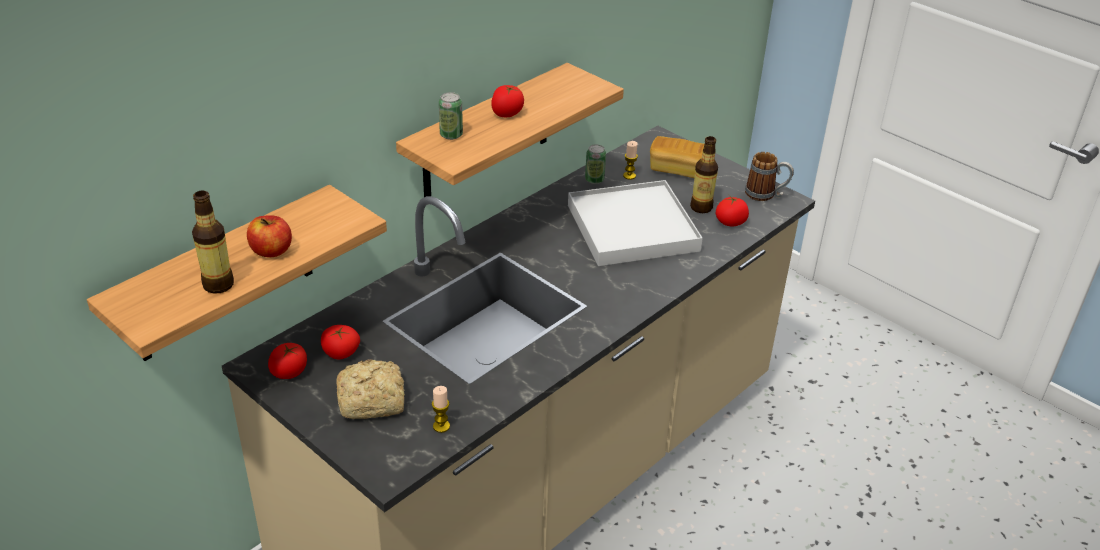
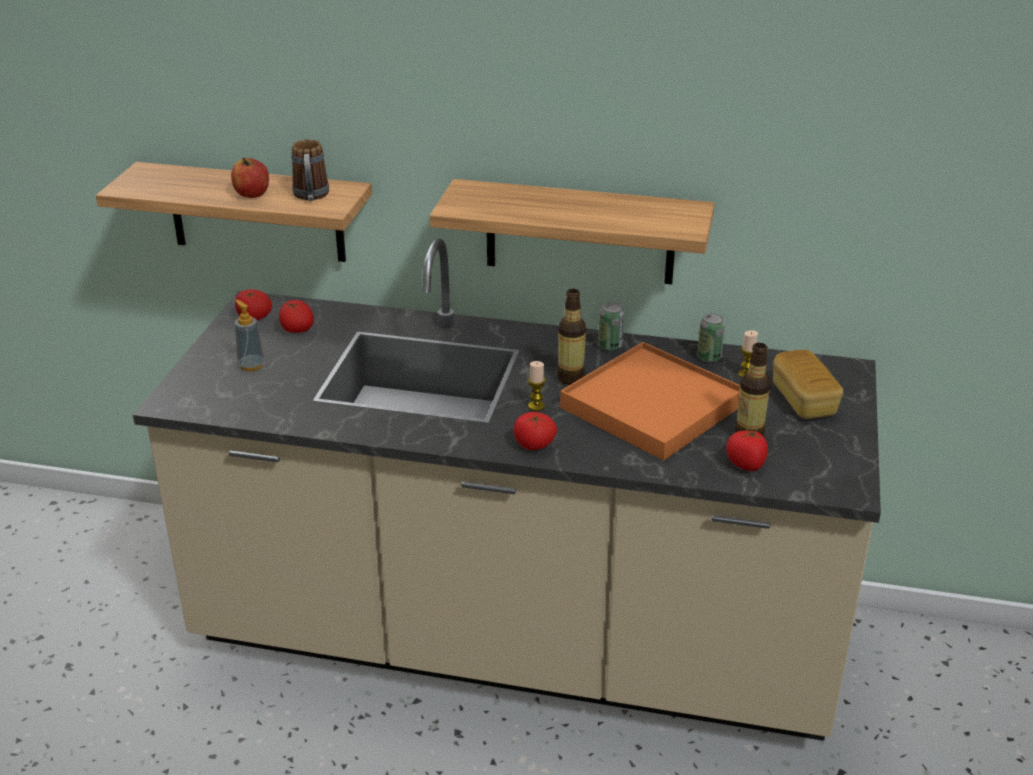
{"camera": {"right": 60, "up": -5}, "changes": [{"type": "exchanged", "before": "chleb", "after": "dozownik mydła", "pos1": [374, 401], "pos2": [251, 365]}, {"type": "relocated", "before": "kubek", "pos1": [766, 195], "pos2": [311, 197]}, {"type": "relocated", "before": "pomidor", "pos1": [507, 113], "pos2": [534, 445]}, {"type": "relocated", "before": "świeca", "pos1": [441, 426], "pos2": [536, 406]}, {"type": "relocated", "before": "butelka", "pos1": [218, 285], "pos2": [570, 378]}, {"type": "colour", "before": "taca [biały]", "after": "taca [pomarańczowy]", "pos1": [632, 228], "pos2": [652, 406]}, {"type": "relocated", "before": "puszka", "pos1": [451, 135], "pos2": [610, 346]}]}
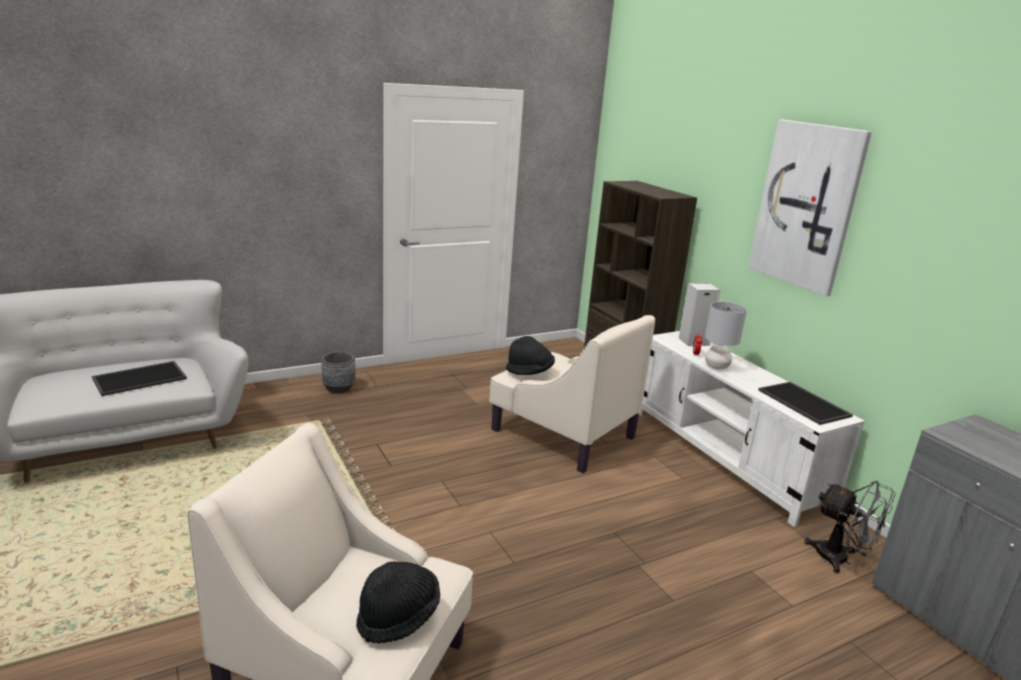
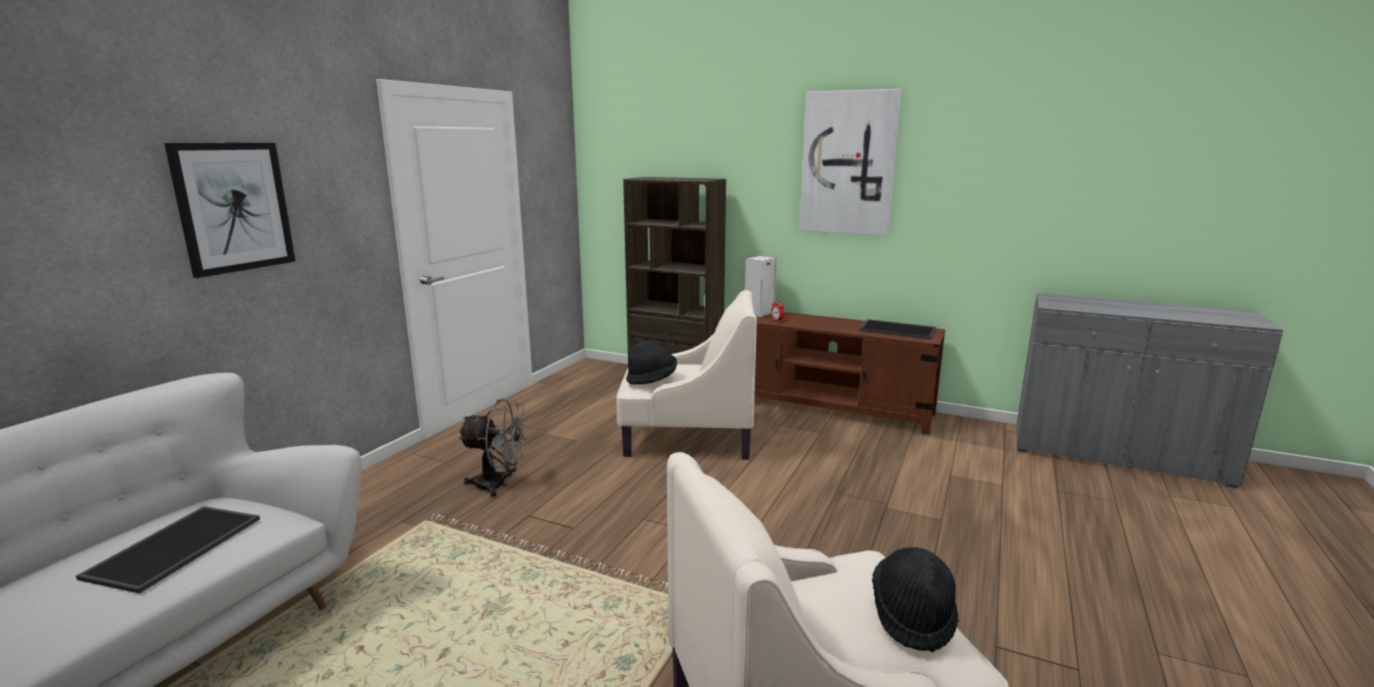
{"camera": {"right": -35, "up": -5}, "changes": [{"type": "appeared", "after": "obraz", "pos2": [233, 207]}, {"type": "relocated", "before": "wentylator [szary]", "pos1": [840, 560], "pos2": [498, 485]}, {"type": "colour", "before": "szafka pod telewizor [biały]", "after": "szafka pod telewizor [brązowy]", "pos1": [725, 457], "pos2": [824, 407]}, {"type": "missing", "before": "donica [szary]", "pos1": [339, 388]}, {"type": "missing", "before": "lampa stołowa [szary]", "pos1": [716, 366]}]}
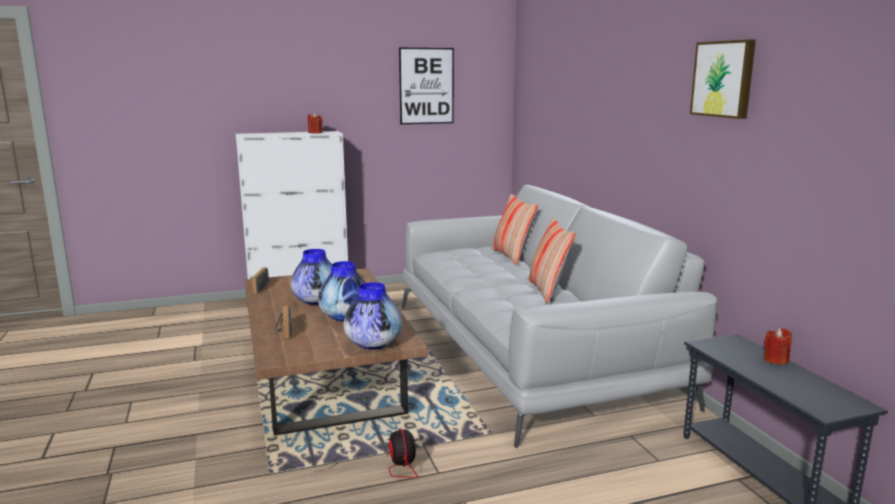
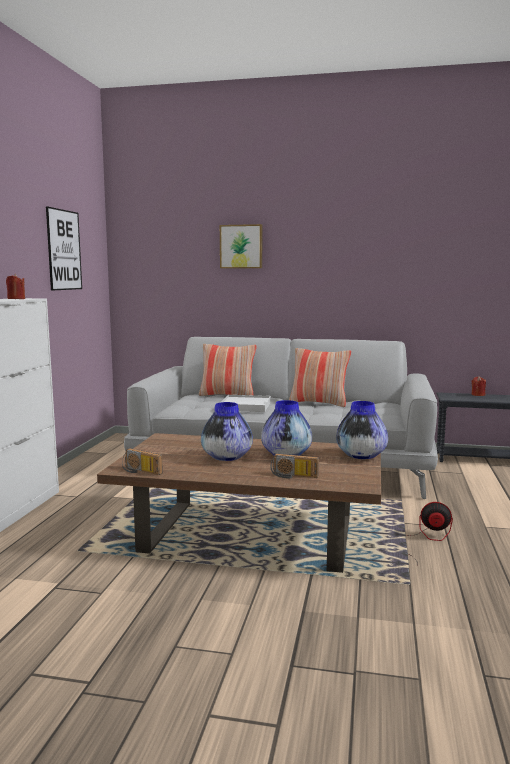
{"camera": {"right": -60, "up": -5}, "changes": [{"type": "relocated", "before": "obraz", "pos1": [724, 79], "pos2": [241, 246]}, {"type": "appeared", "after": "taca [biały]", "pos2": [245, 406]}]}
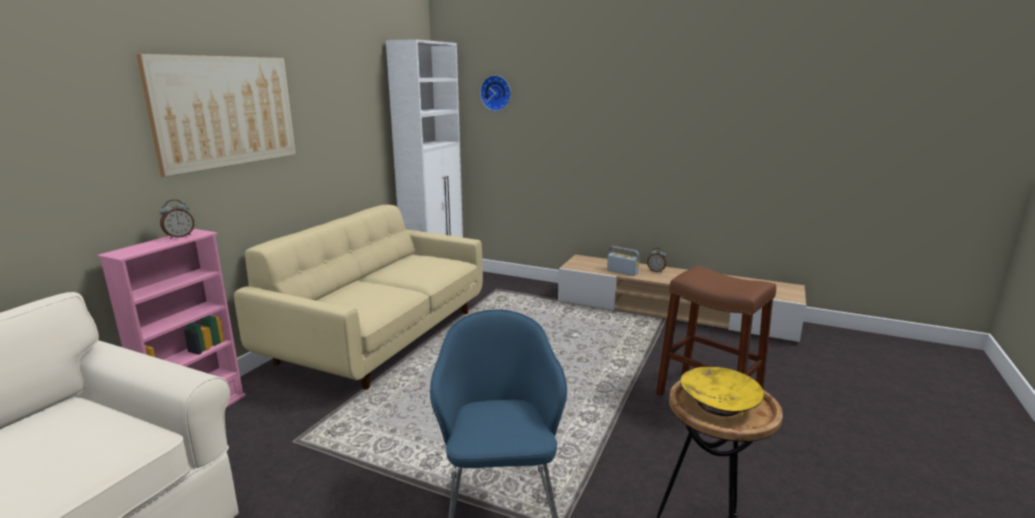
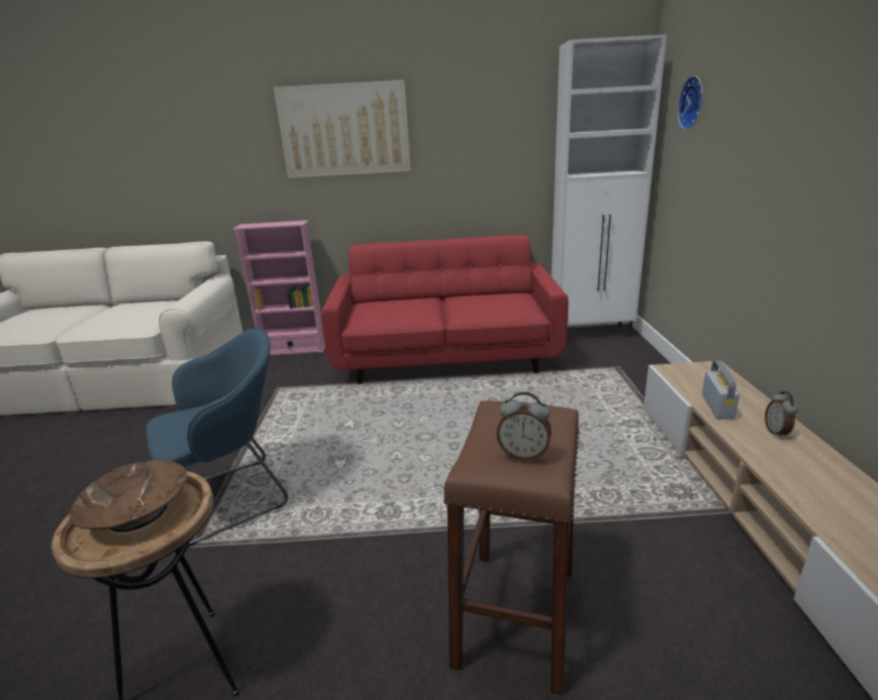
{"camera": {"right": 65, "up": 5}, "changes": [{"type": "colour", "before": "miska [żółty]", "after": "miska [brązowy]", "pos1": [718, 404], "pos2": [138, 512]}, {"type": "colour", "before": "kanapa [beżowy]", "after": "kanapa [czerwony]", "pos1": [381, 336], "pos2": [446, 357]}, {"type": "relocated", "before": "budzik", "pos1": [179, 236], "pos2": [523, 454]}]}
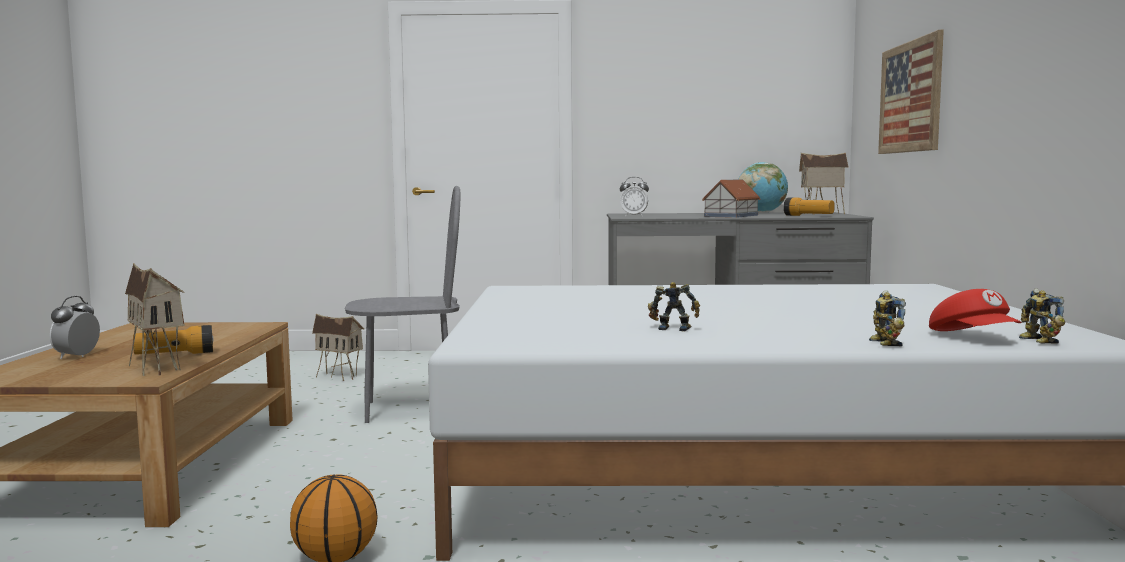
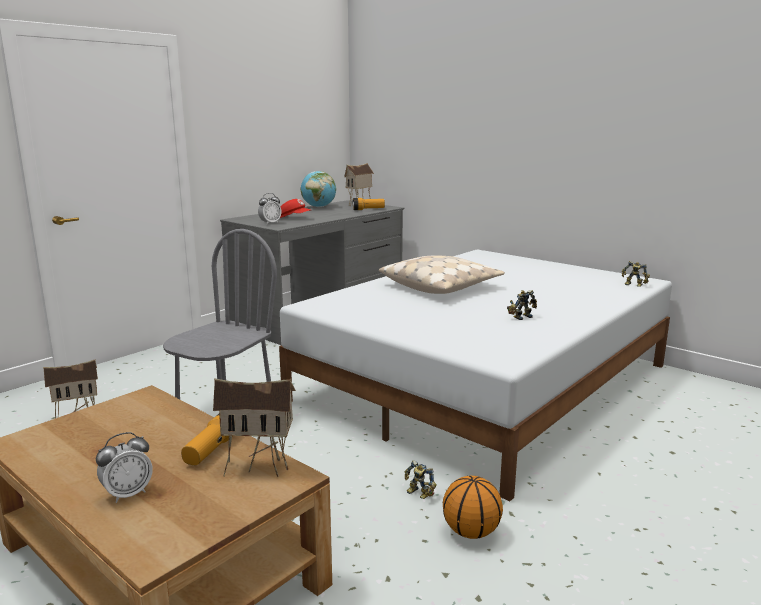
{"camera": {"right": -50, "up": 10}, "changes": [{"type": "spun", "before": "budzik", "pos1": [77, 356], "pos2": [128, 494], "turn": -90}, {"type": "relocated", "before": "czapka z daszkiem [czerwony]", "pos1": [974, 337], "pos2": [294, 218]}, {"type": "appeared", "after": "poduszka [beżowy]", "pos2": [441, 286]}, {"type": "relocated", "before": "robot zabawkowy", "pos1": [883, 343], "pos2": [418, 494]}, {"type": "missing", "before": "domek", "pos1": [730, 216]}, {"type": "missing", "before": "obraz", "pos1": [910, 97]}]}
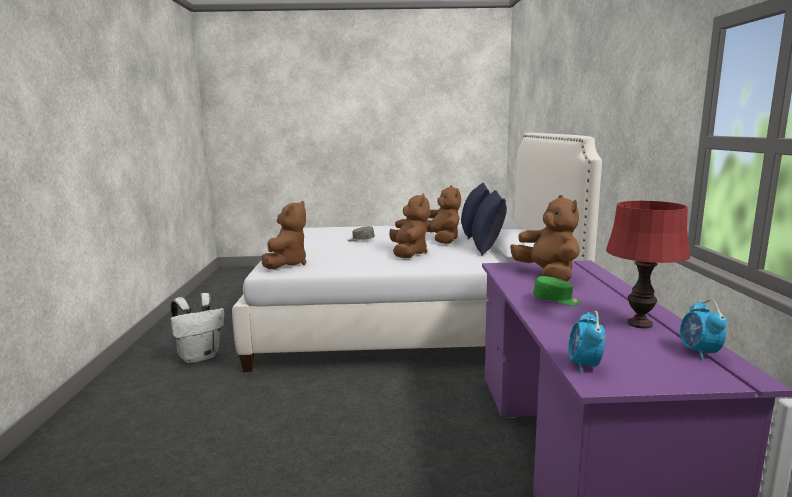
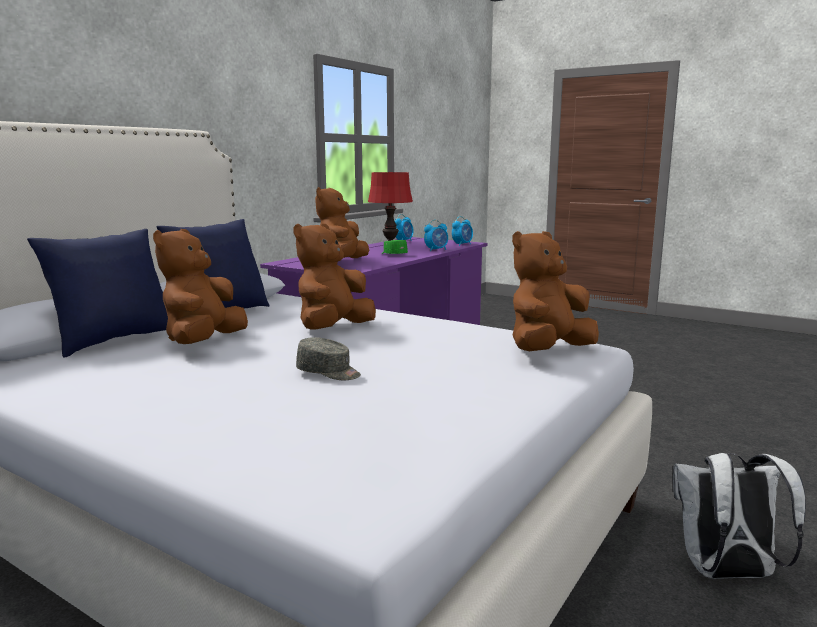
{"camera": {"right": -145, "up": 0}, "changes": [{"type": "appeared", "after": "budzik", "pos2": [436, 250]}]}
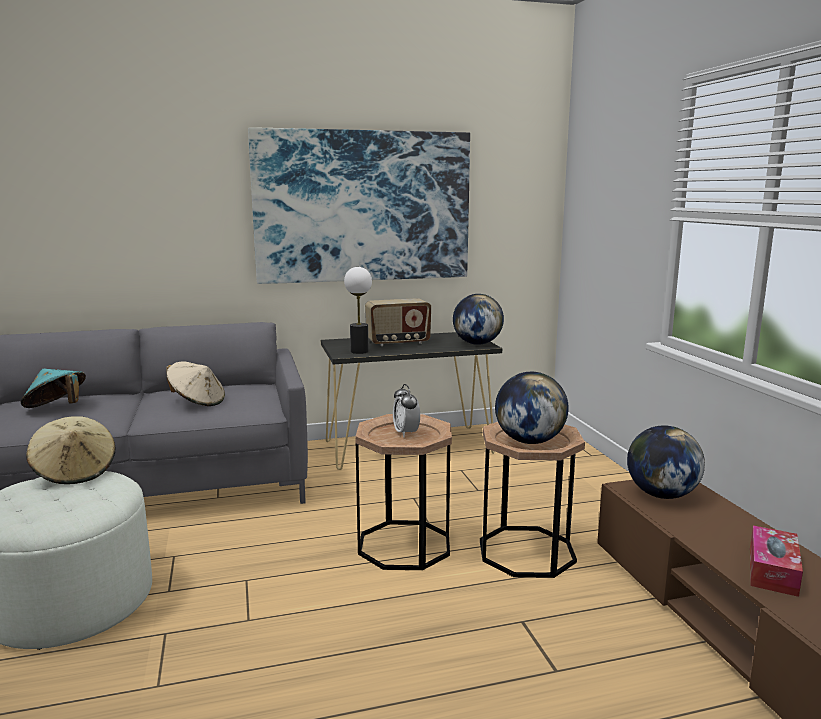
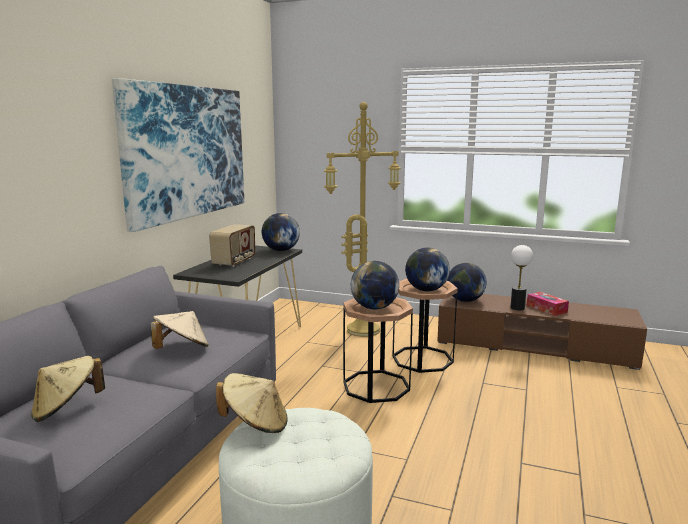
{"camera": {"right": -55, "up": 0}, "changes": [{"type": "colour", "before": "kapelusz [turkusowy]", "after": "kapelusz [beżowy]", "pos1": [57, 408], "pos2": [67, 409]}, {"type": "appeared", "after": "lampa stojąca [żółty]", "pos2": [363, 329]}, {"type": "exchanged", "before": "budzik", "after": "globus", "pos1": [406, 433], "pos2": [374, 308]}, {"type": "relocated", "before": "lampa stołowa", "pos1": [359, 351], "pos2": [517, 308]}]}
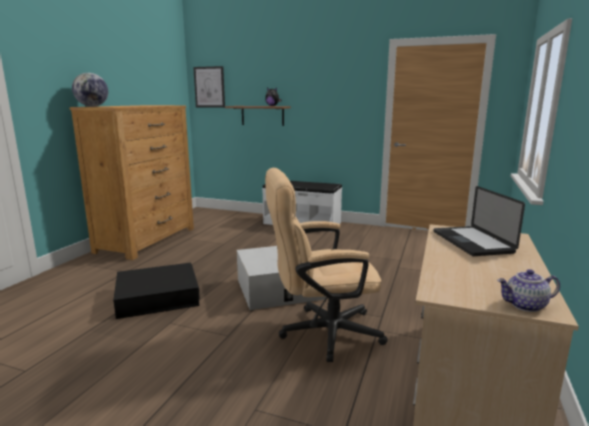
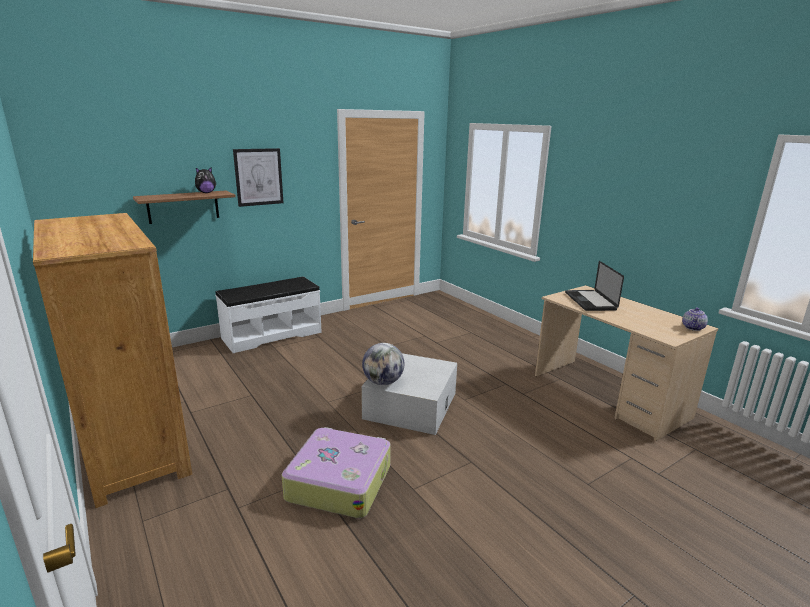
{"camera": {"right": -55, "up": 5}, "changes": [{"type": "relocated", "before": "obraz", "pos1": [209, 87], "pos2": [258, 177]}, {"type": "exchanged", "before": "pojemnik do przechowywania [czarny]", "after": "walizka", "pos1": [157, 296], "pos2": [339, 481]}, {"type": "relocated", "before": "globus", "pos1": [92, 106], "pos2": [383, 382]}, {"type": "spun", "before": "laptop", "pos1": [472, 242], "pos2": [590, 301], "turn": 60}, {"type": "missing", "before": "krzesło biurowe [beżowy]", "pos1": [321, 333]}]}
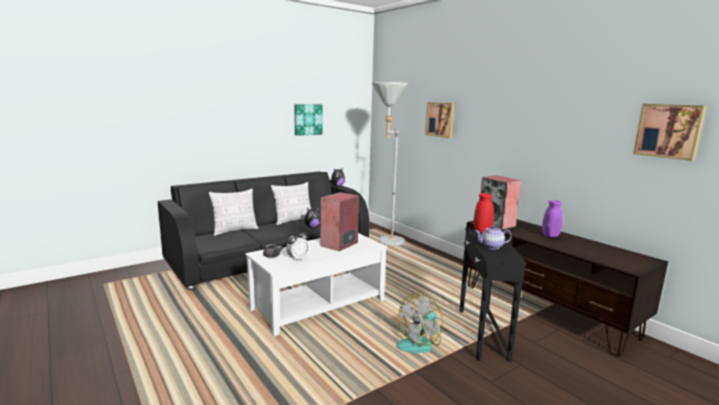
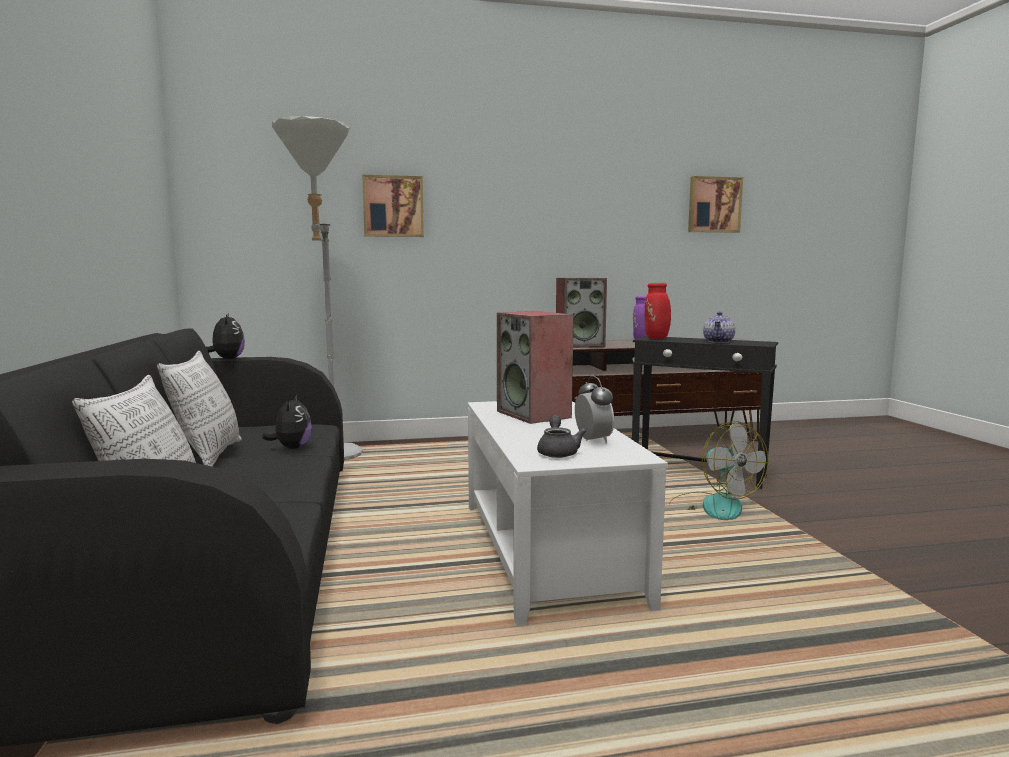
{"camera": {"right": -65, "up": -5}, "changes": [{"type": "missing", "before": "obraz", "pos1": [307, 119]}]}
